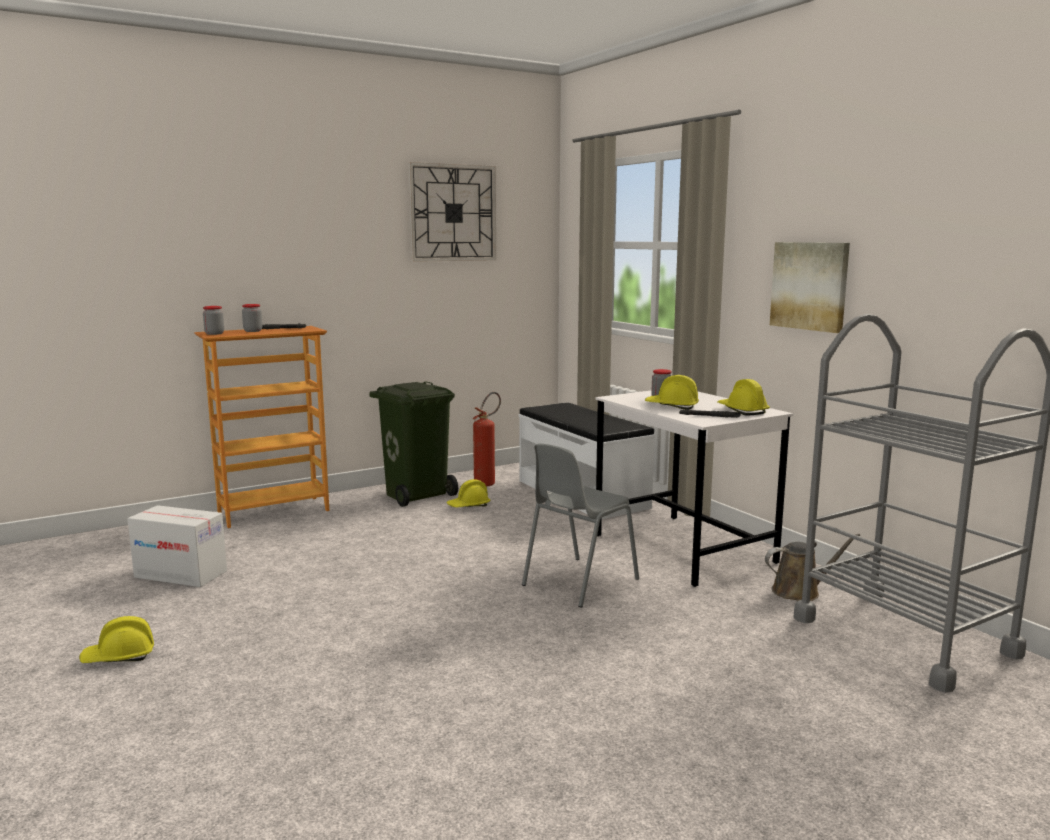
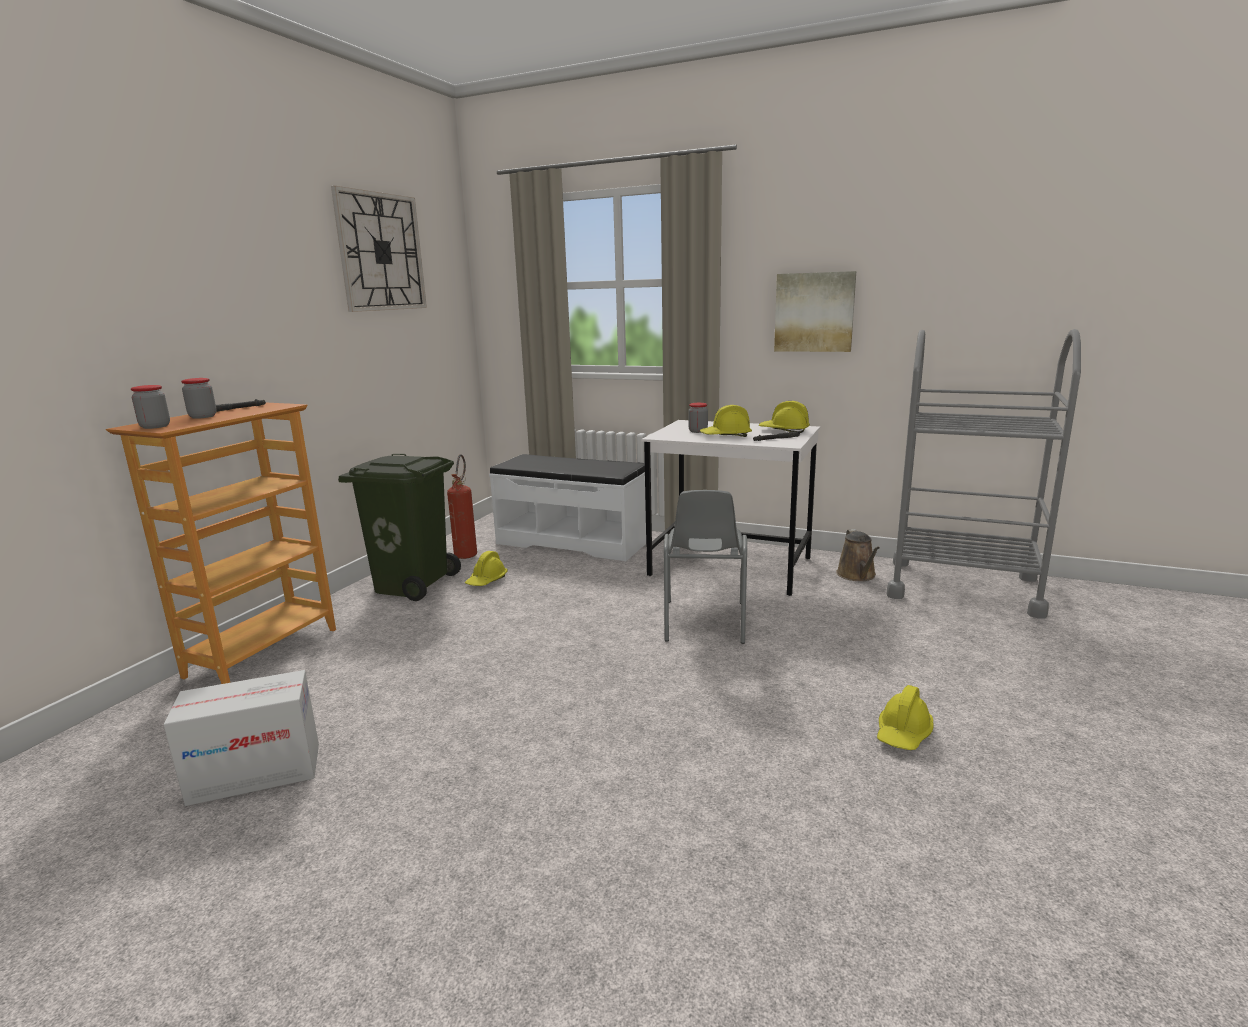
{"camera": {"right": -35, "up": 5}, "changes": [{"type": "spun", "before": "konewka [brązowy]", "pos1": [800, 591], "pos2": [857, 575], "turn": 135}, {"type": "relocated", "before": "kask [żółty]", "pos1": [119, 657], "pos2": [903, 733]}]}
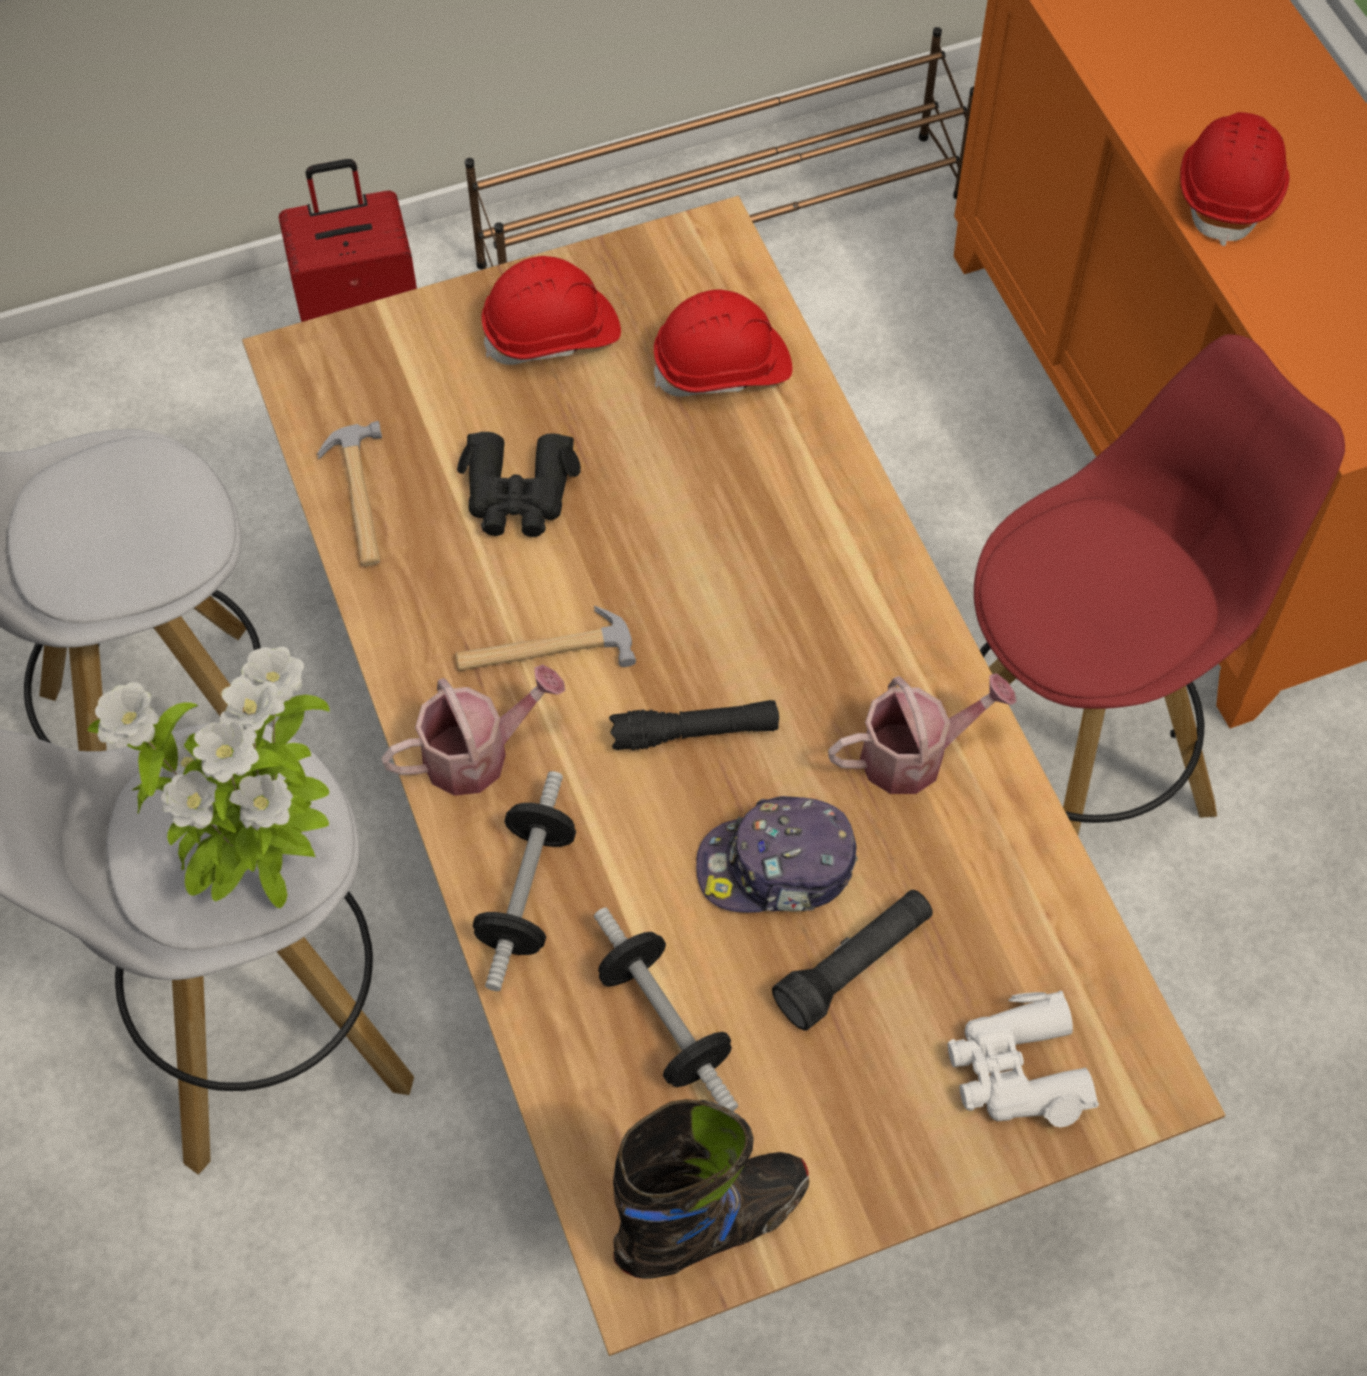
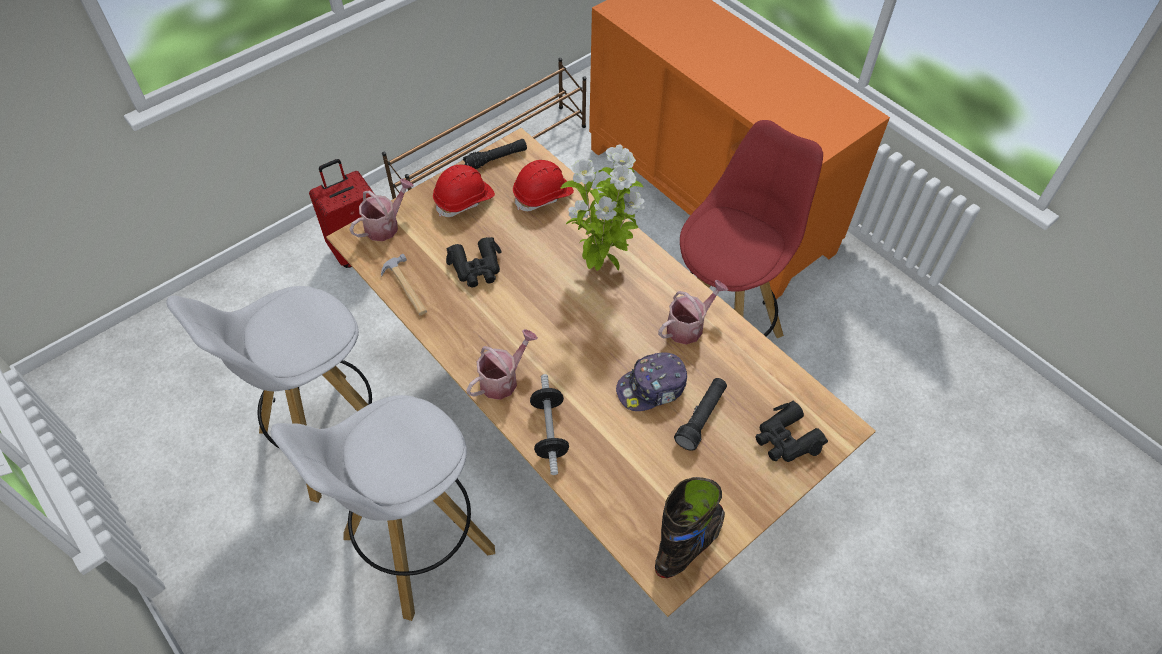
{"camera": {"right": -20, "up": -5}, "changes": [{"type": "appeared", "after": "konewka", "pos2": [385, 225]}, {"type": "relocated", "before": "latarka [czarny]", "pos1": [694, 733], "pos2": [496, 159]}, {"type": "relocated", "before": "roślina doniczkowa", "pos1": [266, 874], "pos2": [602, 264]}, {"type": "colour", "before": "lornetka [biały]", "after": "lornetka [czarny]", "pos1": [1016, 1070], "pos2": [786, 439]}, {"type": "missing", "before": "młotek", "pos1": [544, 650]}, {"type": "missing", "before": "hantel", "pos1": [664, 1023]}, {"type": "missing", "before": "kask [czerwony]", "pos1": [1229, 193]}]}
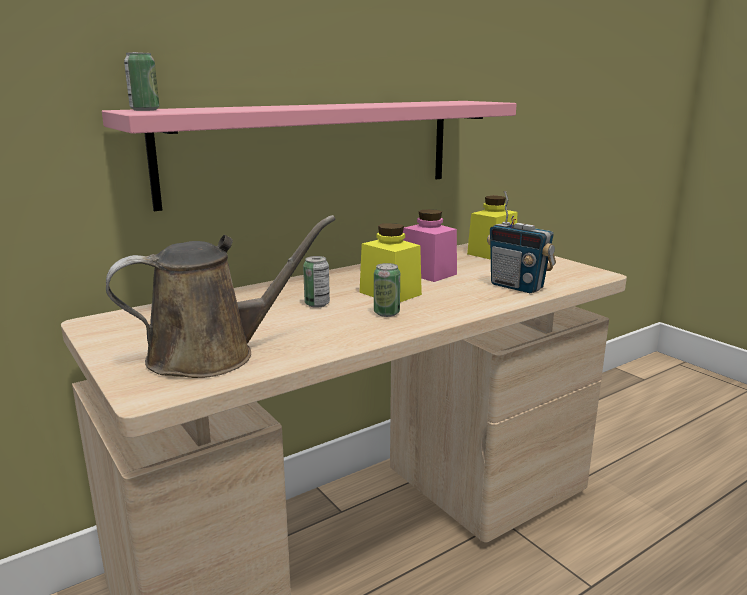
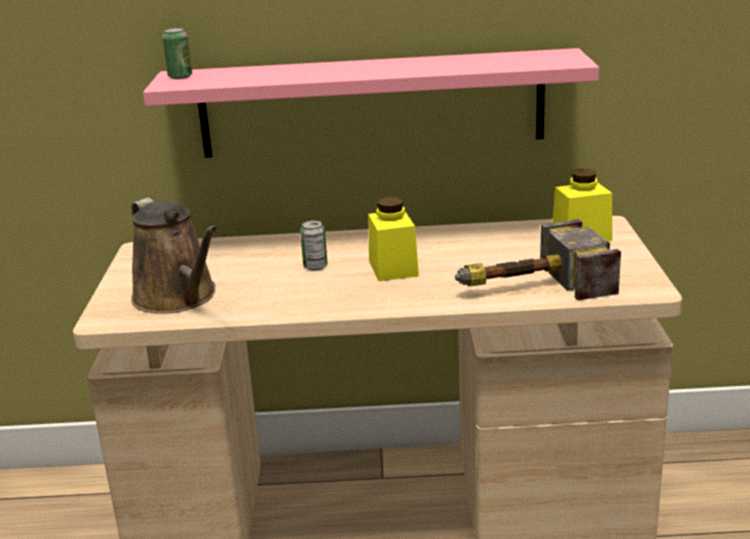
{"camera": {"right": 35, "up": 5}, "changes": [{"type": "spun", "before": "konewka [brązowy]", "pos1": [212, 354], "pos2": [178, 298], "turn": 45}, {"type": "exchanged", "before": "radio", "after": "młotek", "pos1": [517, 286], "pos2": [527, 287]}, {"type": "missing", "before": "puszka", "pos1": [386, 313]}, {"type": "missing", "before": "słoik [różowy]", "pos1": [428, 273]}]}
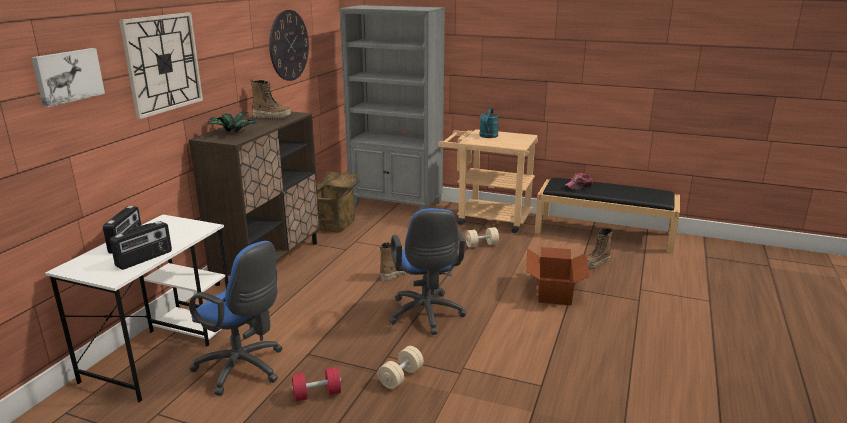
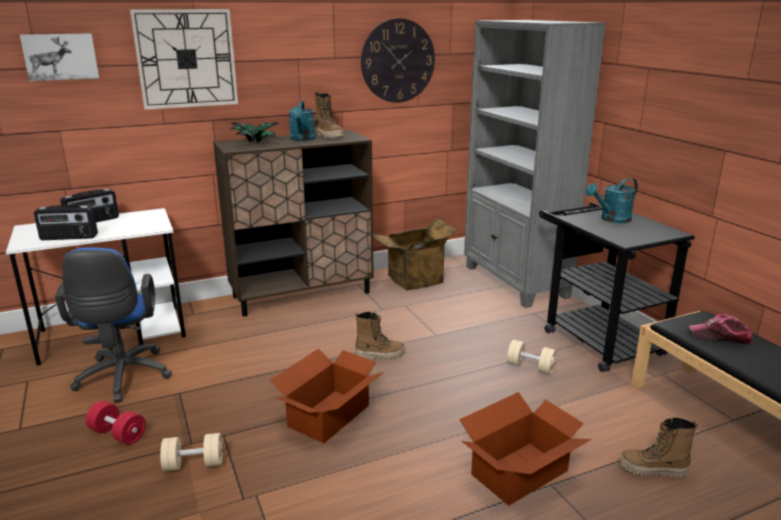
{"camera": {"right": 45, "up": 0}, "changes": [{"type": "exchanged", "before": "krzesło biurowe [niebieski]", "after": "karton", "pos1": [426, 316], "pos2": [328, 416]}, {"type": "appeared", "after": "konewka [turkusowy]", "pos2": [302, 139]}, {"type": "colour", "before": "wózek [beżowy]", "after": "wózek [czarny]", "pos1": [487, 218], "pos2": [595, 338]}]}
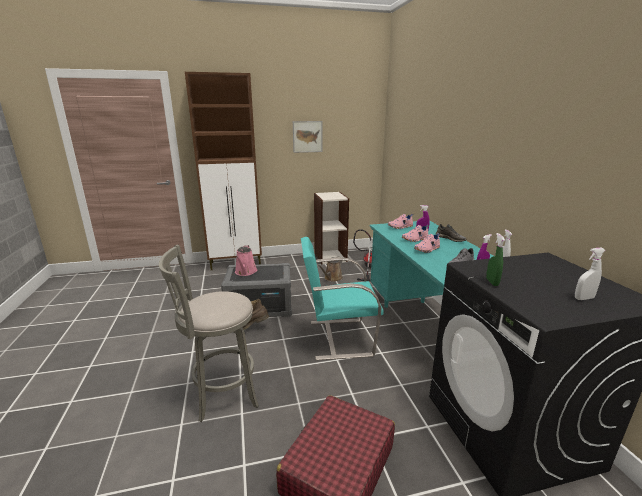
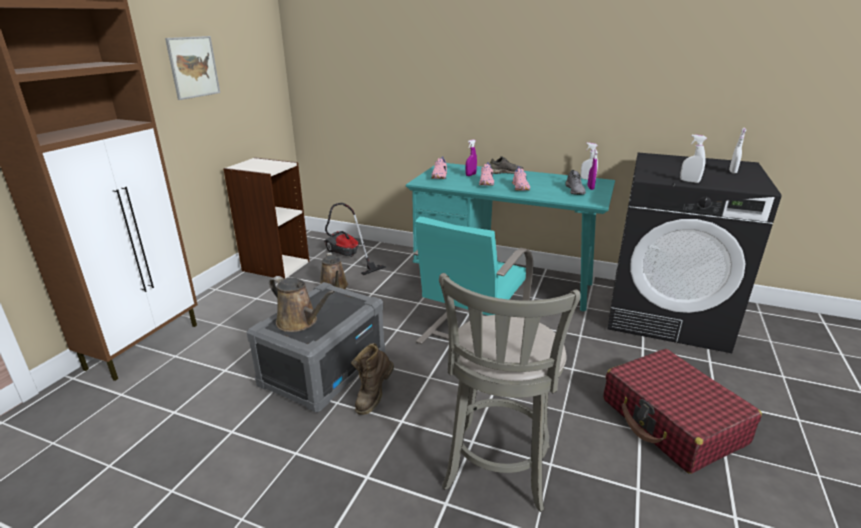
{"camera": {"right": -55, "up": 5}, "changes": [{"type": "colour", "before": "konewka [różowy]", "after": "konewka [brązowy]", "pos1": [245, 272], "pos2": [300, 322]}, {"type": "colour", "before": "spryskiwacz [zielony]", "after": "spryskiwacz [biały]", "pos1": [492, 282], "pos2": [689, 181]}]}
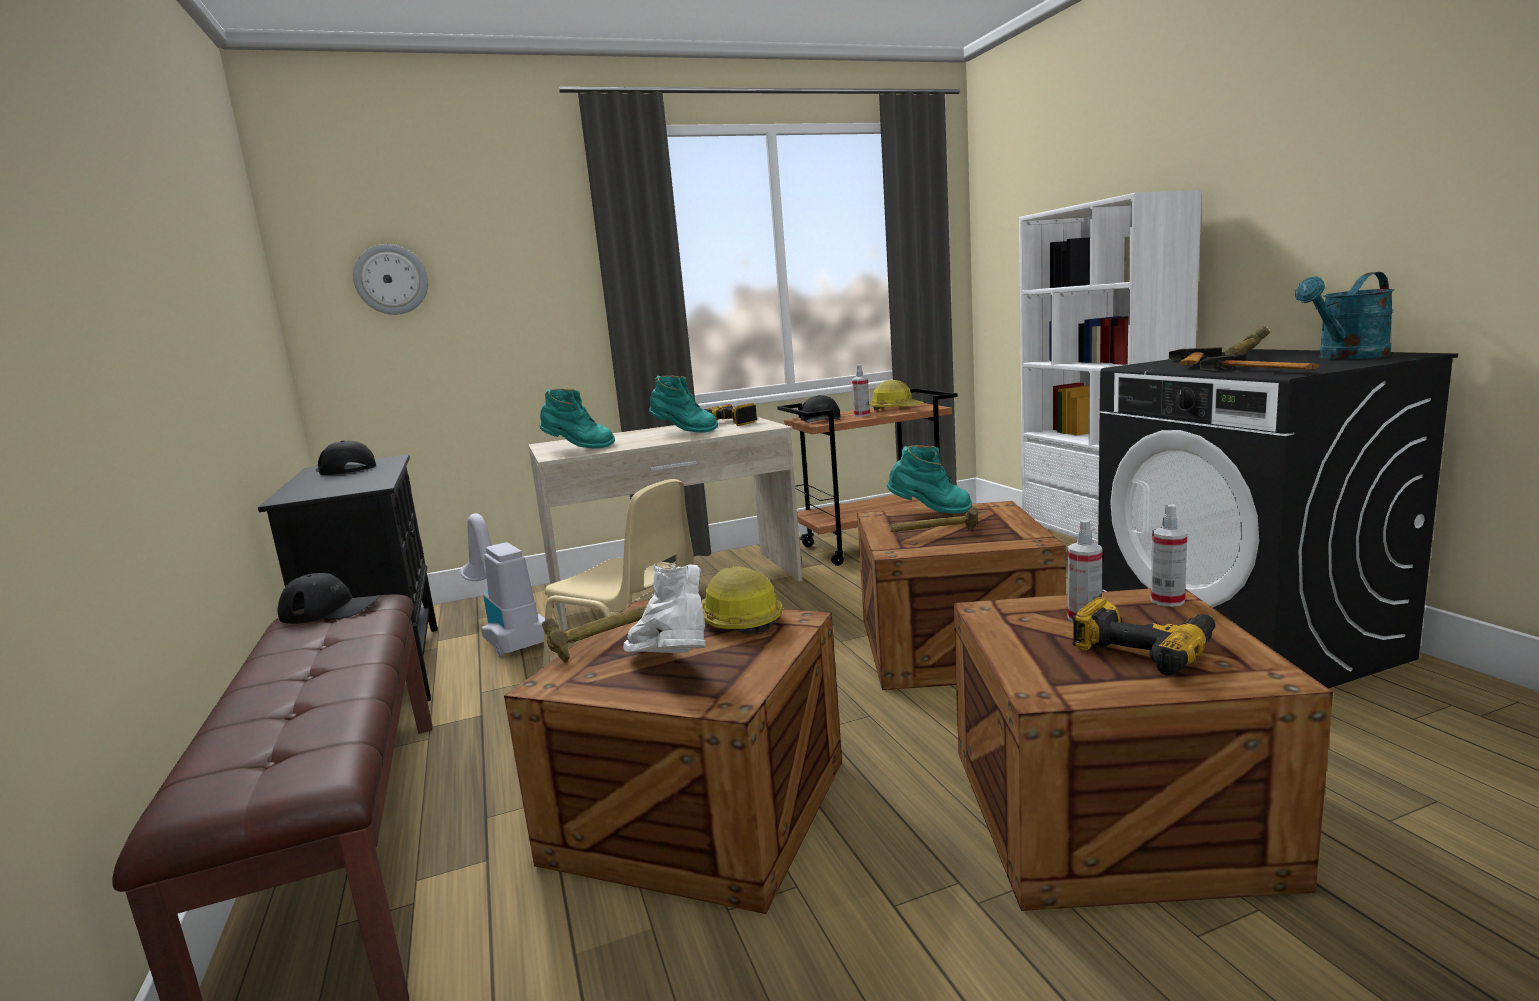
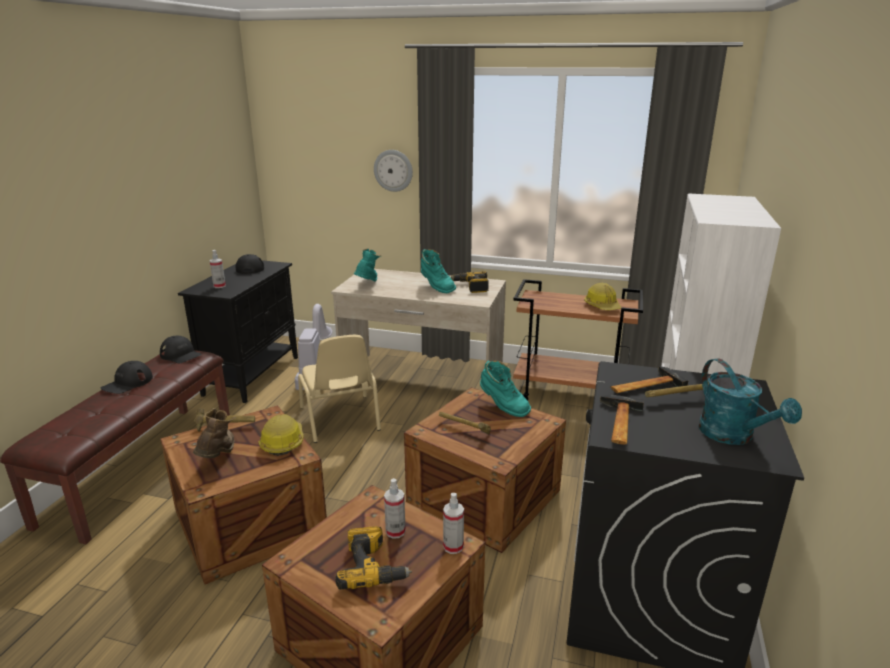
{"camera": {"right": 35, "up": 10}, "changes": [{"type": "relocated", "before": "czapka z daszkiem [czarny]", "pos1": [821, 419], "pos2": [127, 383]}, {"type": "colour", "before": "but z cholewką [biały]", "after": "but z cholewką [brązowy]", "pos1": [672, 667], "pos2": [219, 457]}, {"type": "relocated", "before": "spryskiwacz", "pos1": [862, 415], "pos2": [219, 286]}, {"type": "spun", "before": "but z cholewką [turkusowy]", "pos1": [578, 448], "pos2": [367, 284], "turn": -120}, {"type": "relocated", "before": "zegar ścienny", "pos1": [391, 279], "pos2": [393, 170]}, {"type": "spun", "before": "konewka [turkusowy]", "pos1": [1346, 357], "pos2": [733, 436], "turn": -120}]}
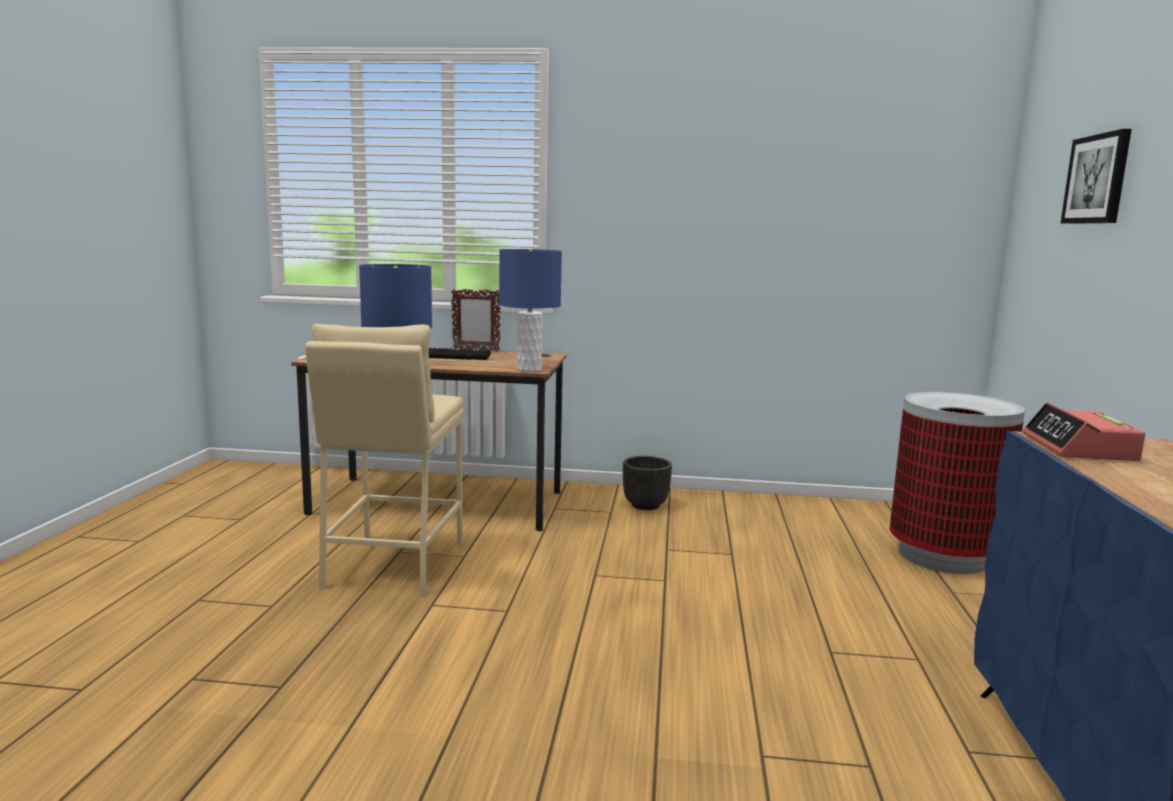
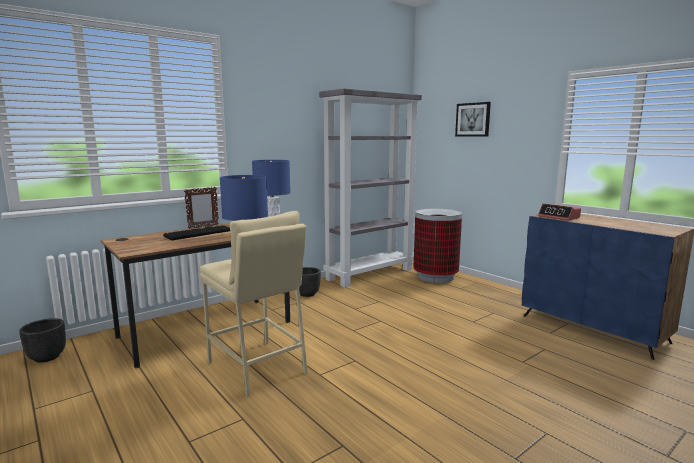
{"camera": {"right": -45, "up": 0}, "changes": [{"type": "appeared", "after": "donica [czarny]", "pos2": [47, 357]}, {"type": "appeared", "after": "regał [szary]", "pos2": [370, 274]}]}
